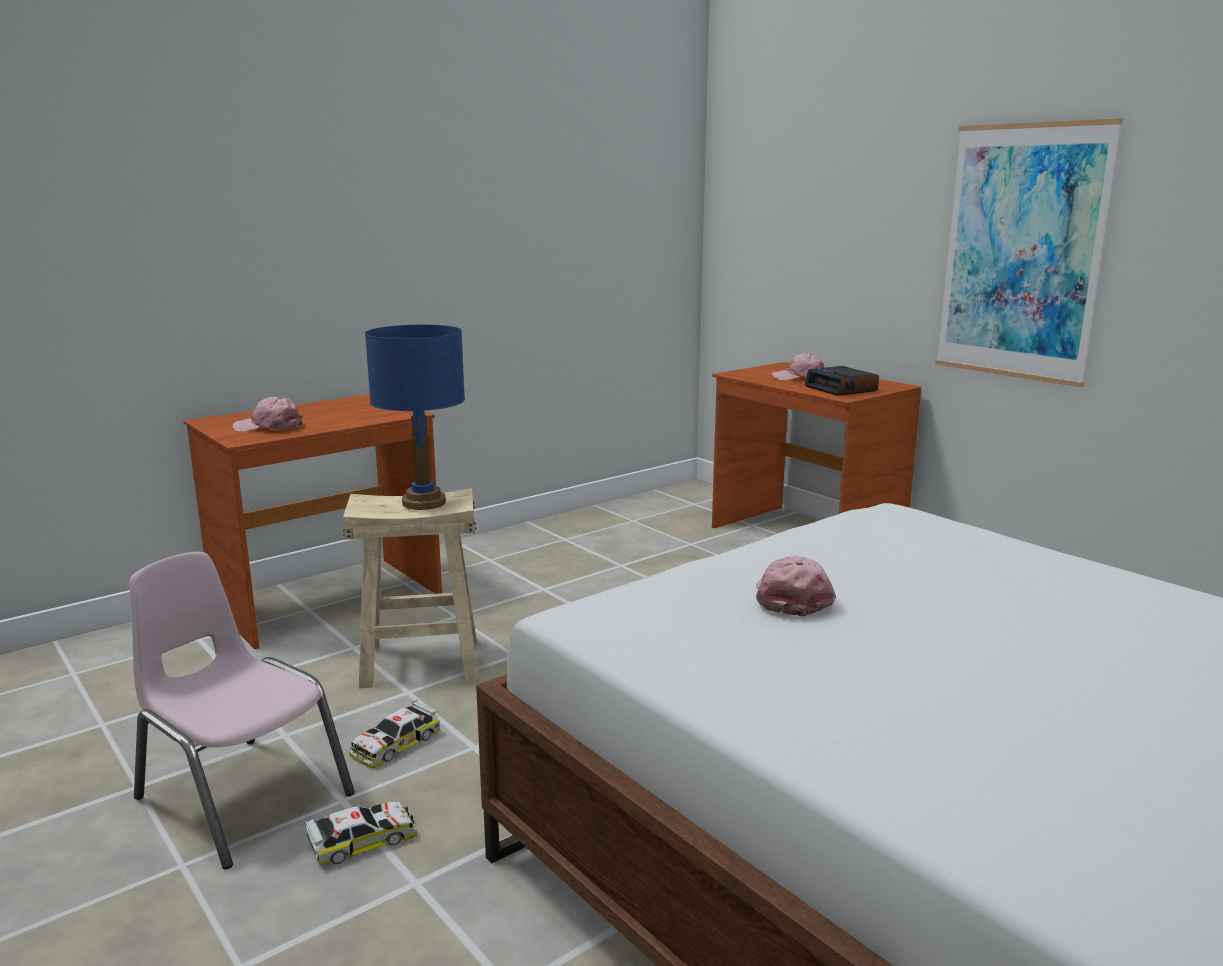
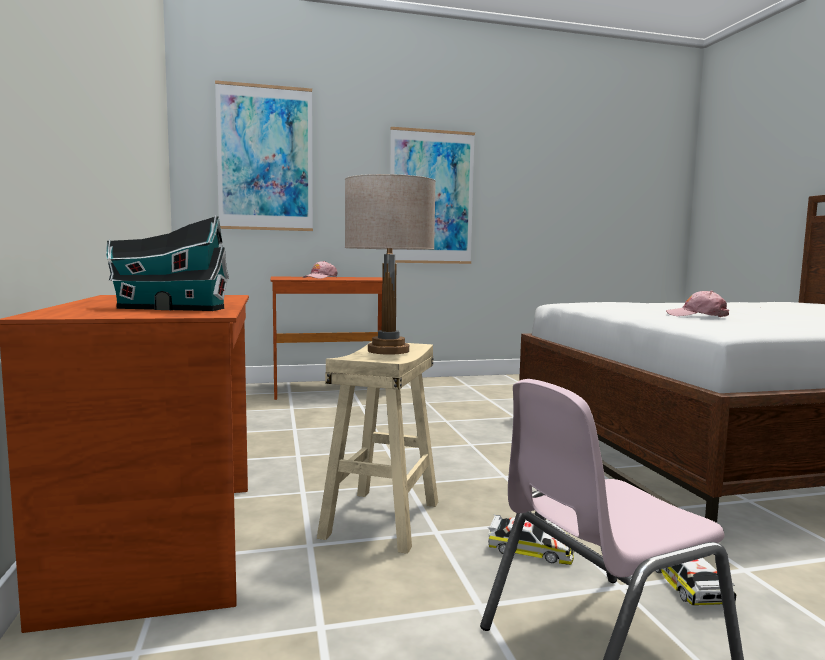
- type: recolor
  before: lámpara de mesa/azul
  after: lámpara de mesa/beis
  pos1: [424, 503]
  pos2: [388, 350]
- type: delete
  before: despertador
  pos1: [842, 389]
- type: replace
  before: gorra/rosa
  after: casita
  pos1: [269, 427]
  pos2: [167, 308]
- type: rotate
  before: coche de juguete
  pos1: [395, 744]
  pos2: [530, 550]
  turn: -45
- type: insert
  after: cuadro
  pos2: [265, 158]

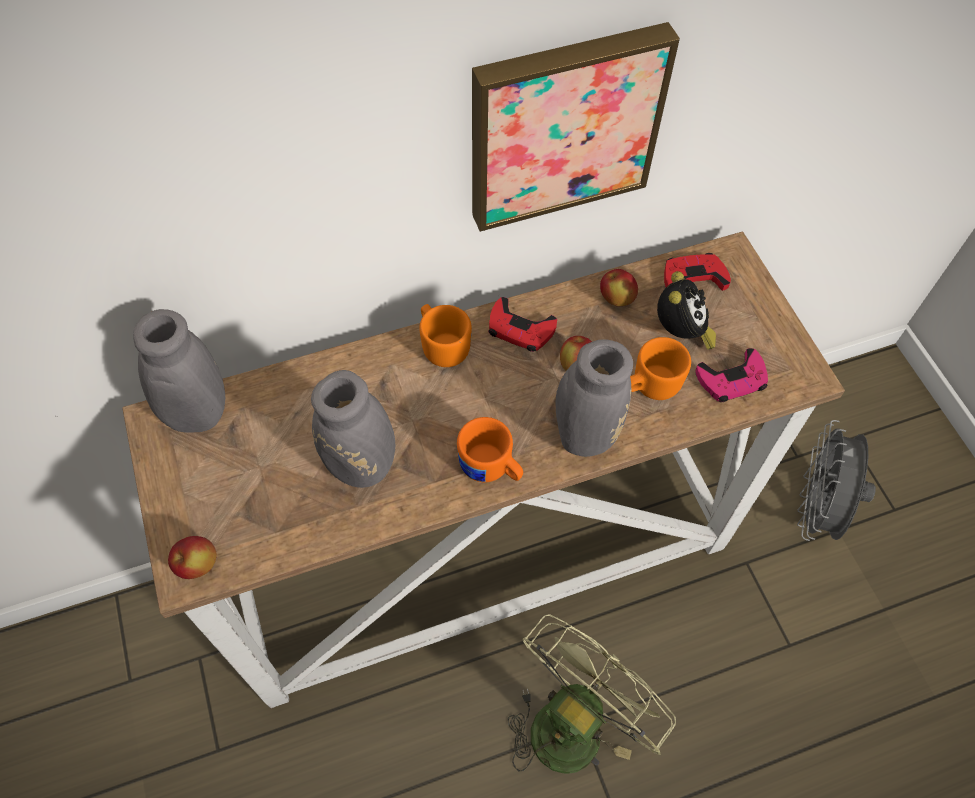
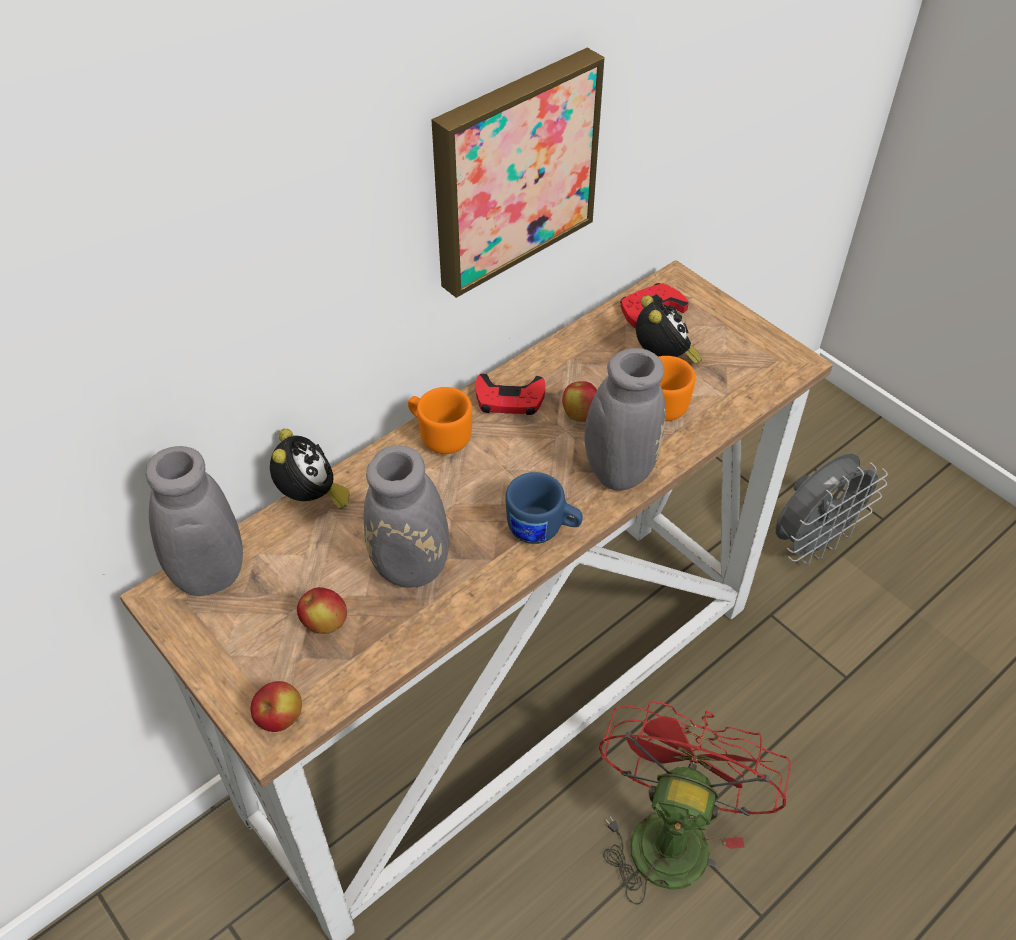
- type: move
  before: manzana
  pos1: [616, 299]
  pos2: [325, 623]
- type: delete
  before: mando de consola/rosa
  pos1: [732, 379]
- type: recolor
  before: taza grande/naranja
  after: taza grande/azul
  pos1: [490, 469]
  pos2: [543, 530]
- type: rotate
  before: ventilador/gris
  pos1: [816, 509]
  pos2: [813, 542]
  turn: -120
- type: recolor
  before: ventilador/verde
  after: ventilador/rojo
  pos1: [572, 720]
  pos2: [670, 830]
- type: insert
  after: despertador
  pos2: [311, 498]

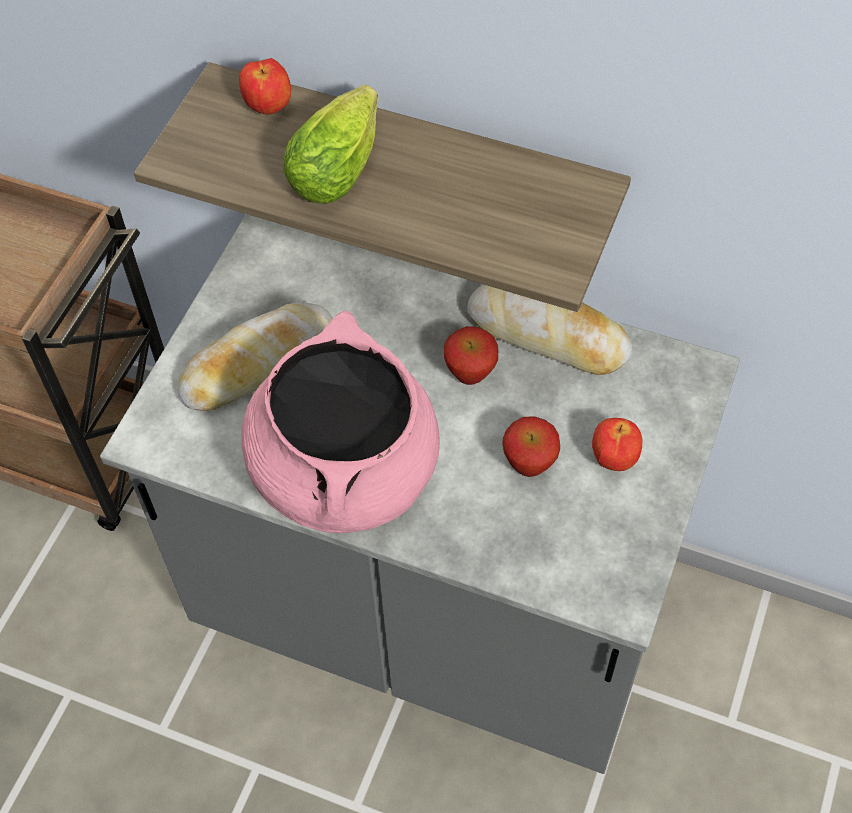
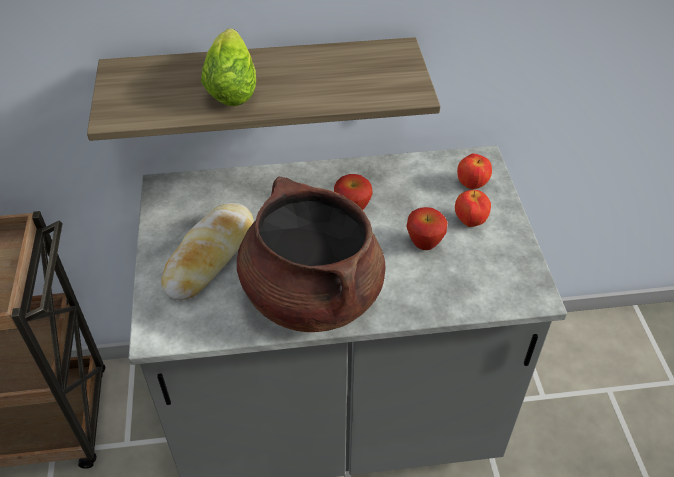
- type: move
  before: manzana
  pos1: [269, 107]
  pos2: [472, 184]
- type: delete
  before: pan
  pos1: [548, 335]
- type: recolor
  before: olla/rosa
  after: olla/marrón
  pos1: [345, 470]
  pos2: [311, 294]

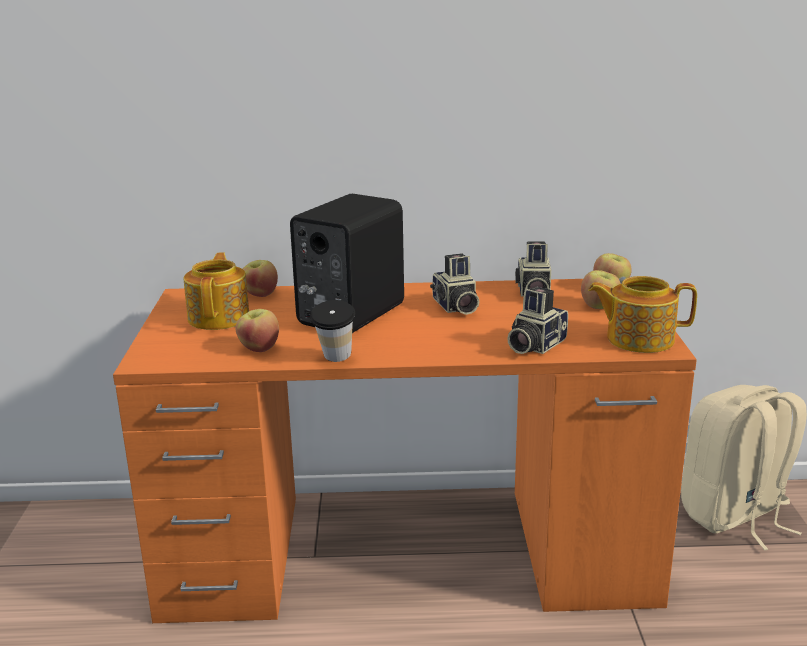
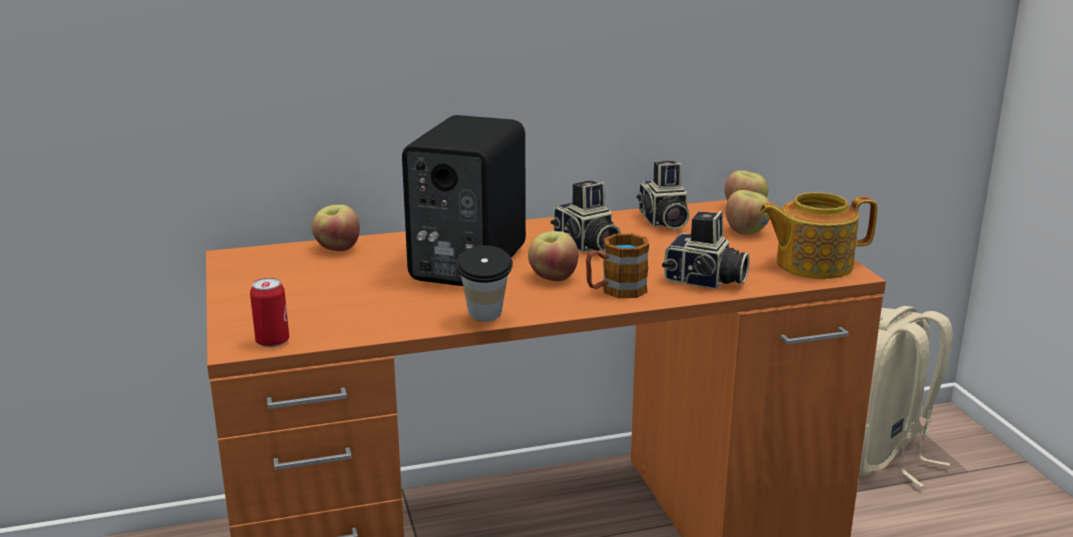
- type: delete
  before: tetera
  pos1: [220, 317]
- type: rotate
  before: cámara
  pos1: [534, 345]
  pos2: [704, 281]
  turn: -90
- type: move
  before: manzana
  pos1: [259, 348]
  pos2: [553, 277]
- type: insert
  after: taza grande
  pos2: [615, 291]
- type: insert
  after: lata
  pos2: [272, 341]

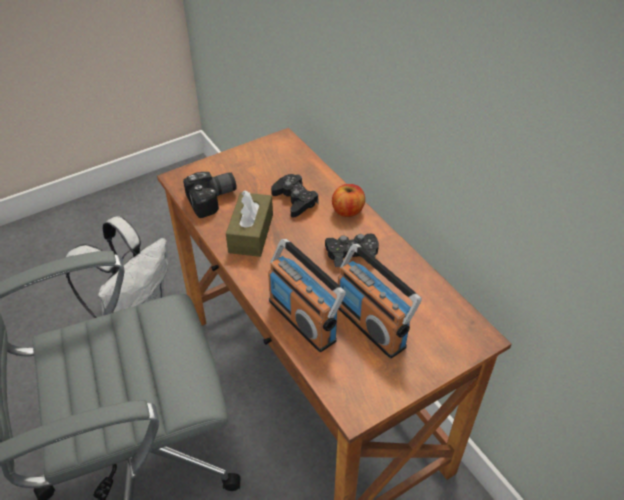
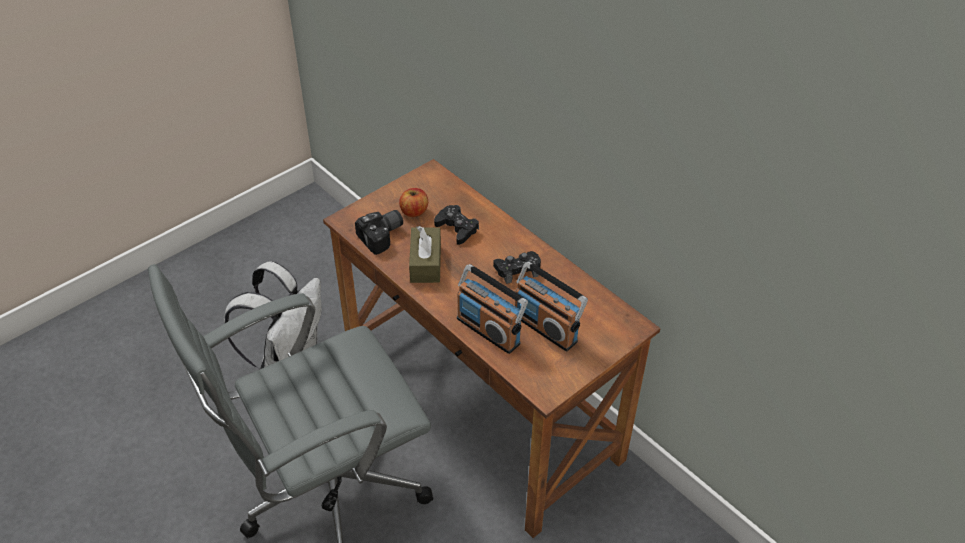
- type: move
  before: manzana
  pos1: [347, 211]
  pos2: [414, 211]

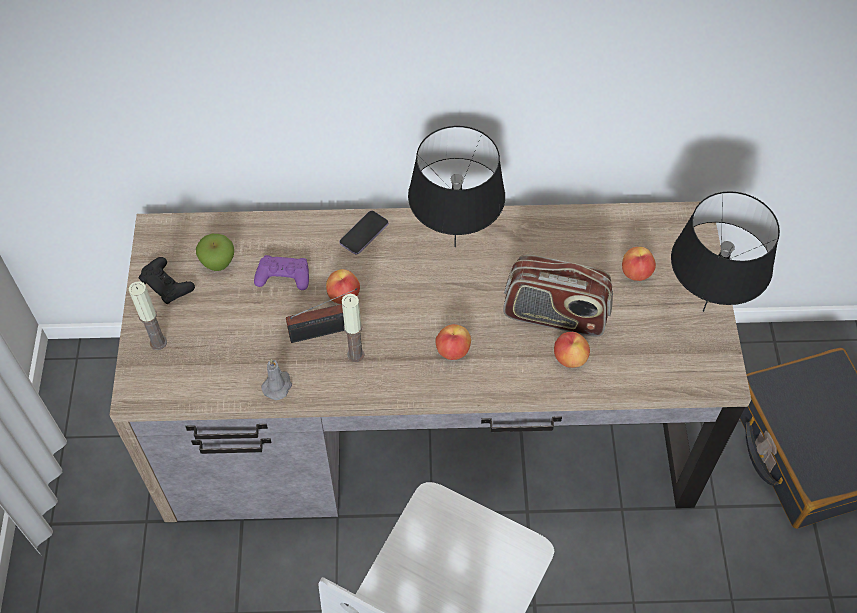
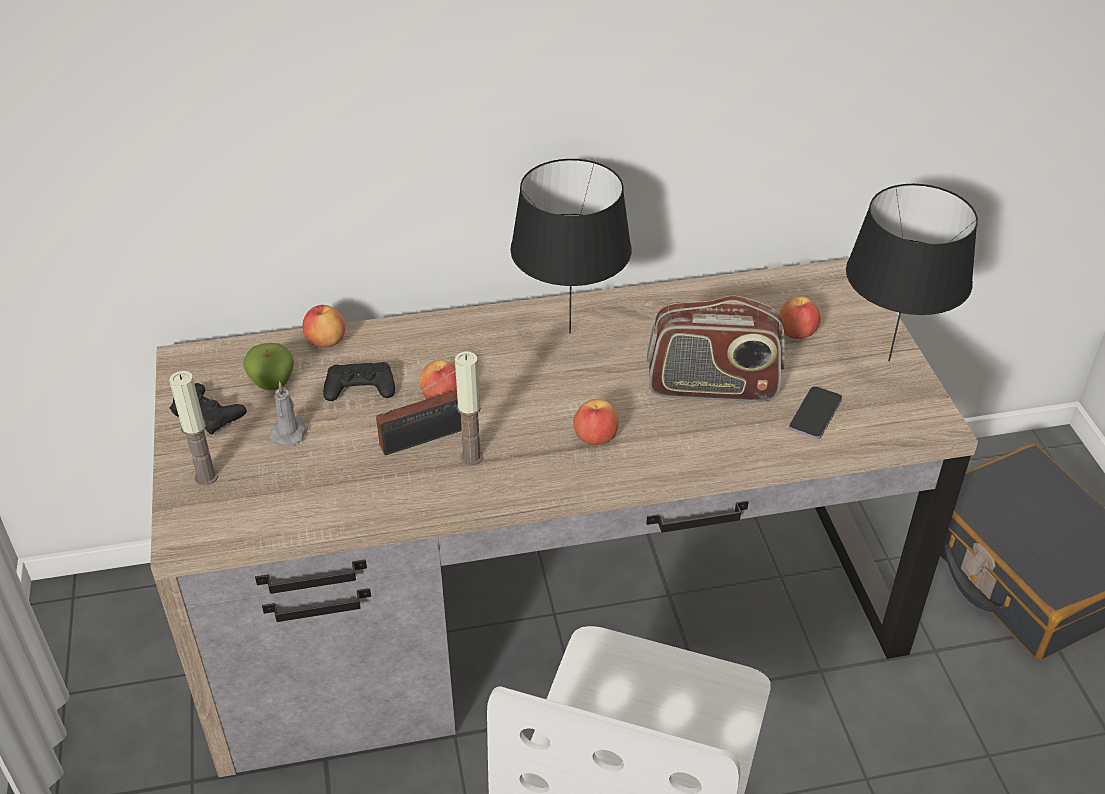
- type: move
  before: móvil
  pos1: [364, 233]
  pos2: [815, 414]
- type: recolor
  before: mando de consola/morado
  after: mando de consola/negro
  pos1: [283, 276]
  pos2: [360, 387]
- type: move
  before: manzana
  pos1: [569, 358]
  pos2: [326, 341]
- type: move
  before: vela/gris
  pos1: [278, 385]
  pos2: [290, 432]

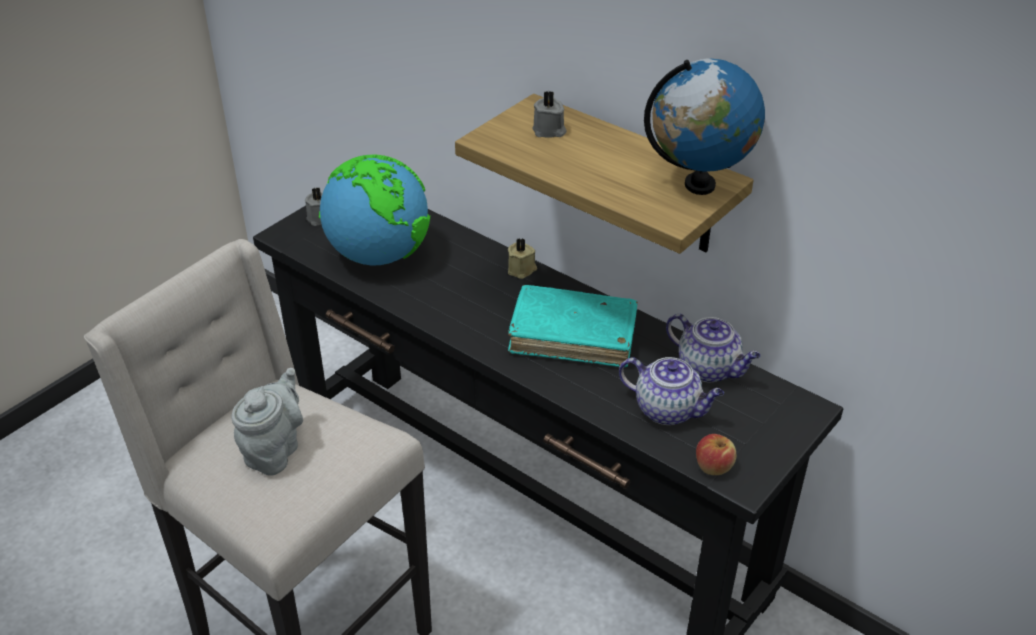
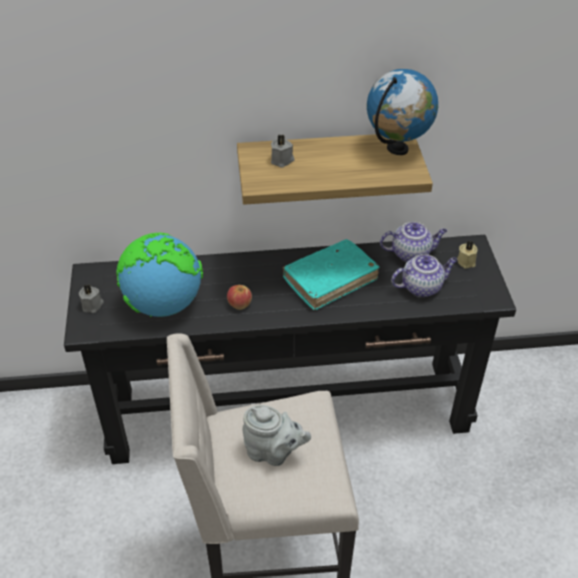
- type: move
  before: vela/beis
  pos1: [522, 270]
  pos2: [467, 261]
- type: rotate
  before: tetera/gris
  pos1: [274, 451]
  pos2: [273, 452]
  turn: 135
- type: move
  before: manzana
  pos1: [713, 466]
  pos2: [239, 304]

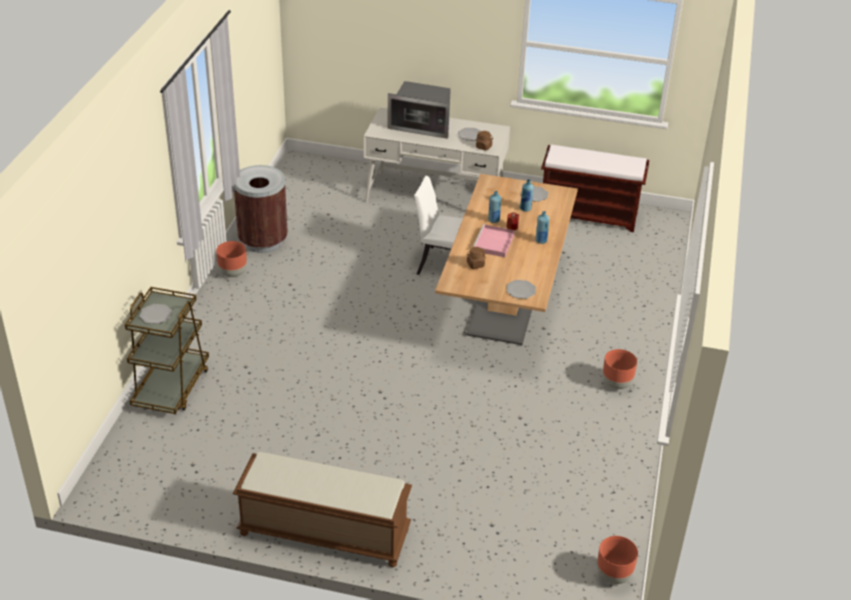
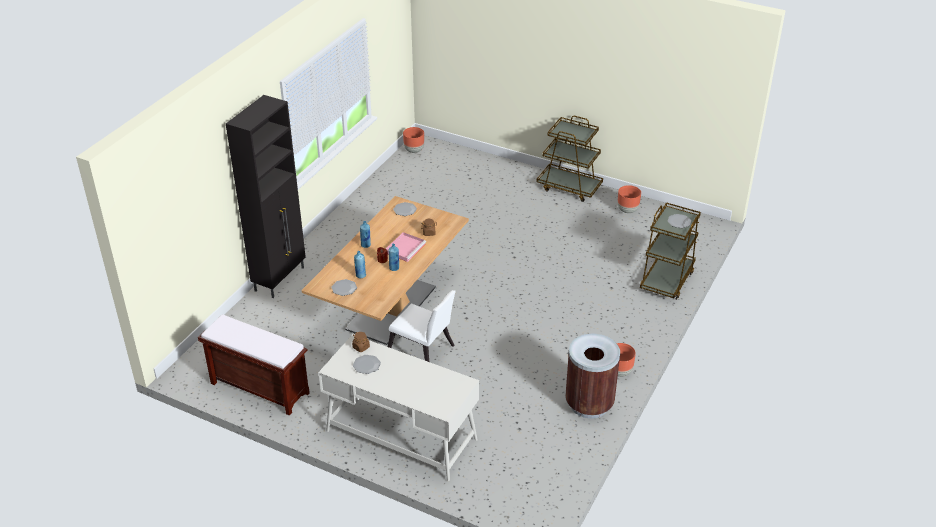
- type: delete
  before: microondas
  pos1: [422, 125]
- type: move
  before: maceta/marrón
  pos1: [616, 383]
  pos2: [627, 210]
- type: replace
  before: banco/marrón
  after: carrito/marrón
  pos1: [323, 532]
  pos2: [569, 187]
- type: insert
  after: armario/negro
  pos2: [280, 279]

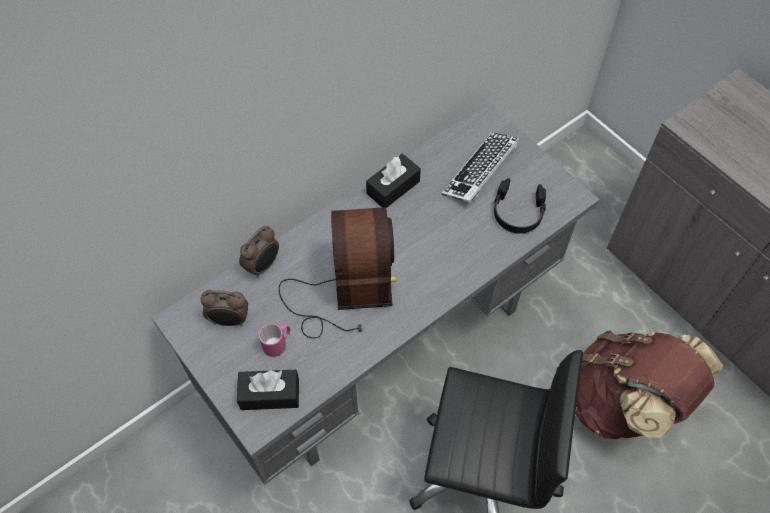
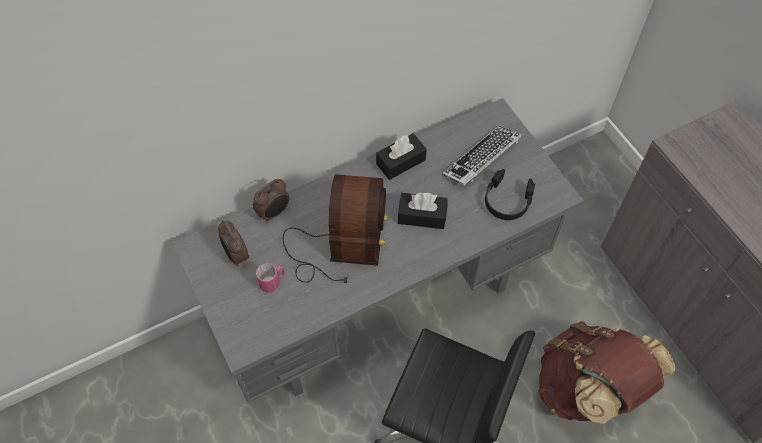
- type: rotate
  before: despertador
  pos1: [229, 320]
  pos2: [236, 255]
  turn: 45
- type: move
  before: caja de pañuelos/negro
  pos1: [270, 394]
  pos2: [422, 216]

